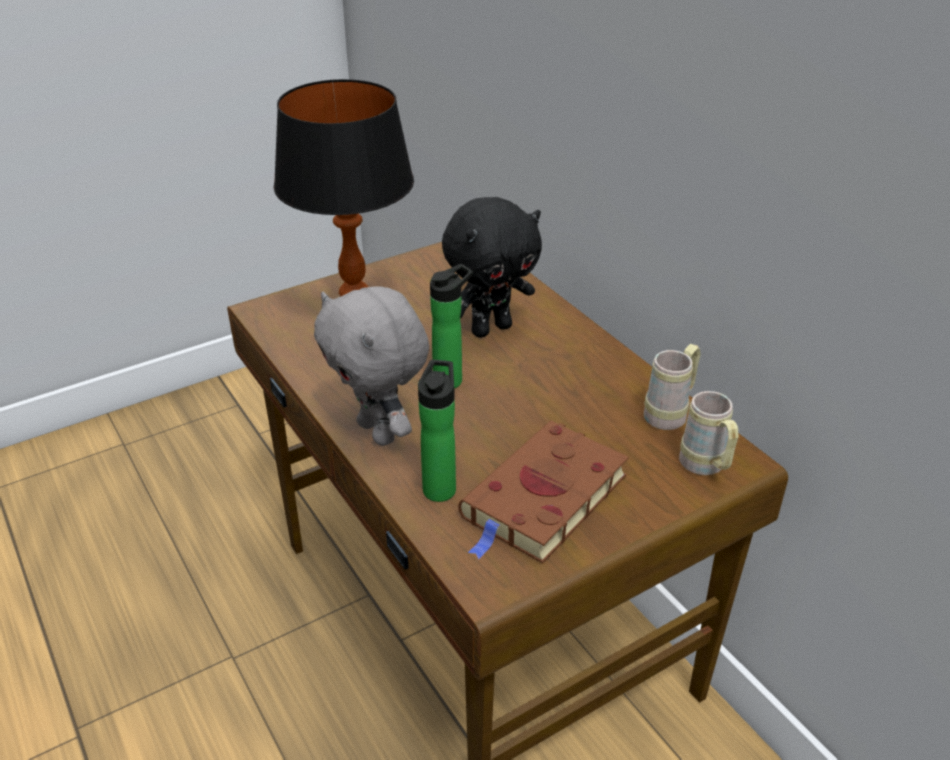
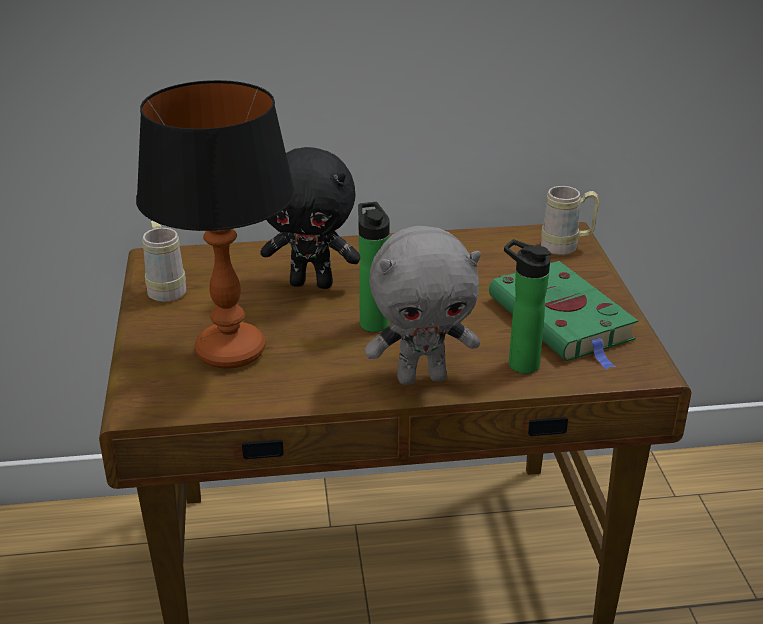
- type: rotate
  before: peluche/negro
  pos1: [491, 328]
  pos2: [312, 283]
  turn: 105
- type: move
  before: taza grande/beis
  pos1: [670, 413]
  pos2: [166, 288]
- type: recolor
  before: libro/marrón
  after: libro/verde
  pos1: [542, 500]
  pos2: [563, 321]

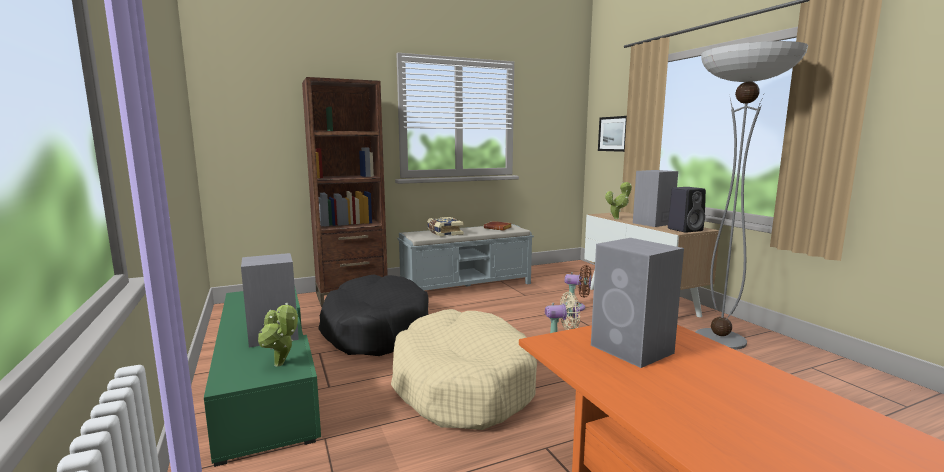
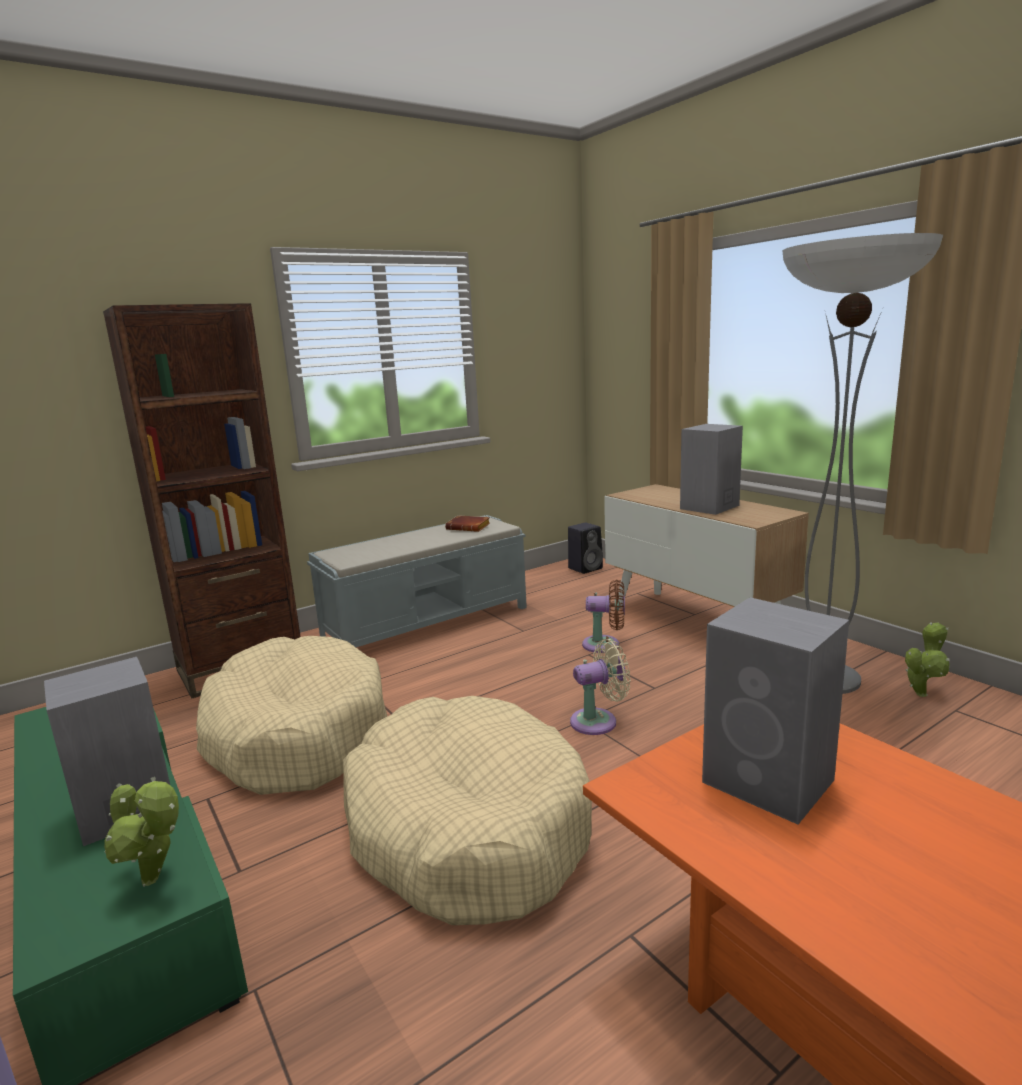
- type: delete
  before: cuadro
  pos1: [614, 134]
- type: move
  before: planta en maceta
  pos1: [617, 218]
  pos2: [922, 693]
- type: move
  before: altavoz/negro
  pos1: [685, 229]
  pos2: [586, 568]
- type: delete
  before: libro
  pos1: [444, 233]
- type: recolor
  before: cama para perro/negro
  after: cama para perro/beis
  pos1: [375, 330]
  pos2: [297, 734]

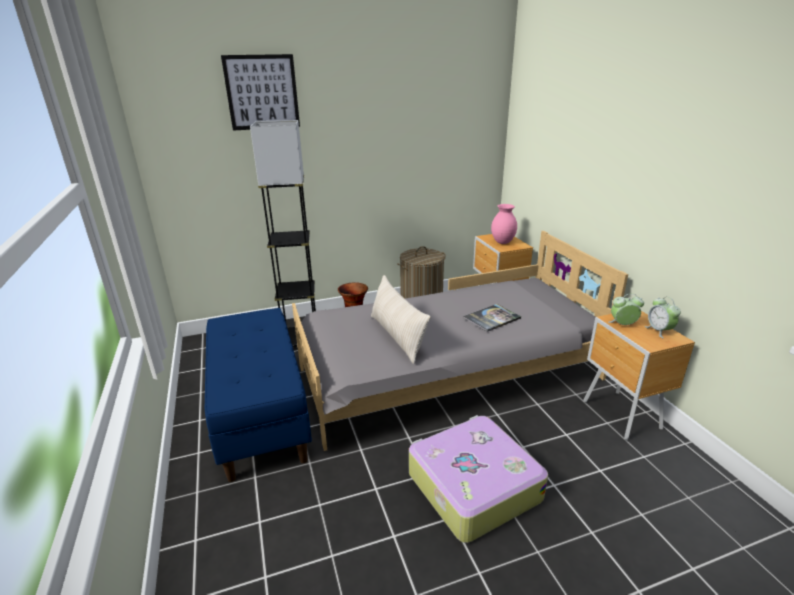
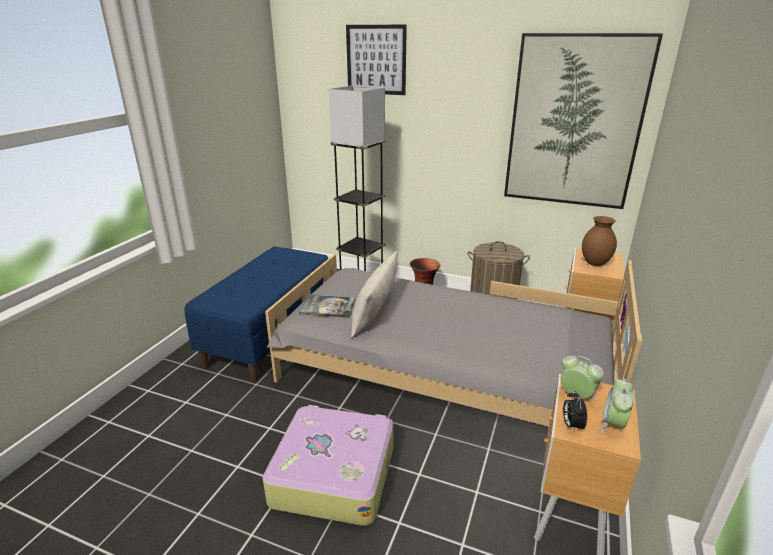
- type: recolor
  before: florero/rosa
  after: florero/marrón
  pos1: [502, 242]
  pos2: [594, 263]
- type: move
  before: libro
  pos1: [492, 318]
  pos2: [327, 307]
- type: insert
  after: cuadro
  pos2: [574, 123]
- type: insert
  after: despertador
  pos2: [571, 425]

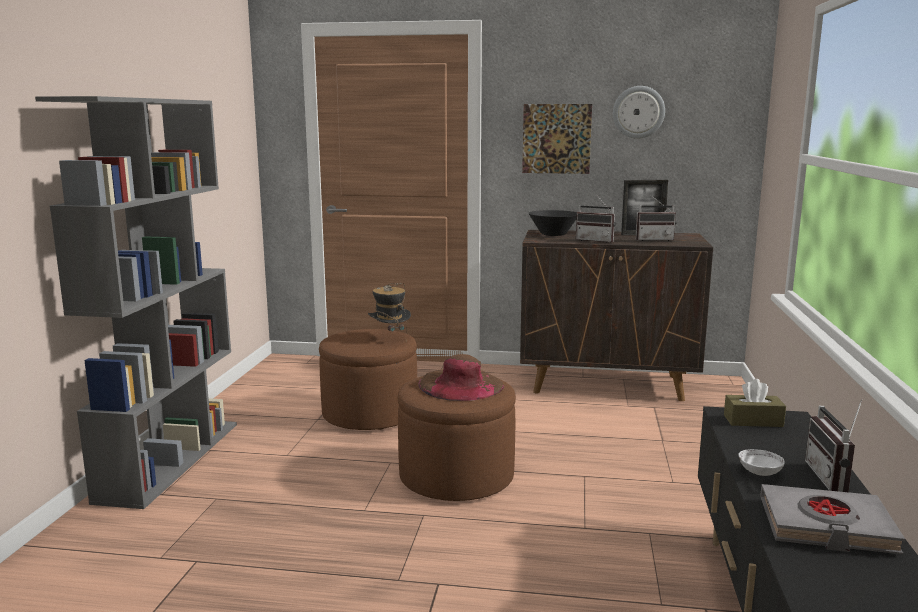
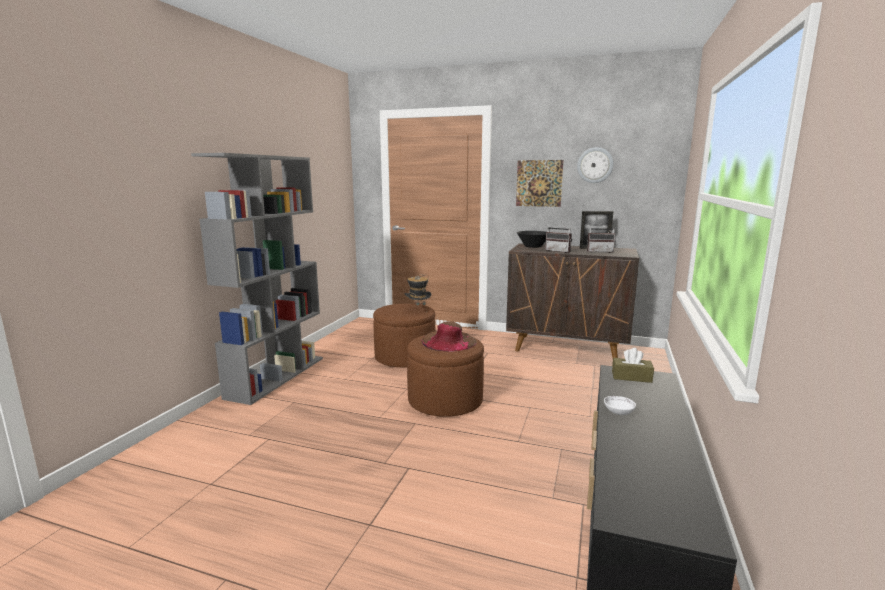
- type: delete
  before: radio
  pos1: [835, 479]
- type: delete
  before: libro/gris
  pos1: [826, 527]

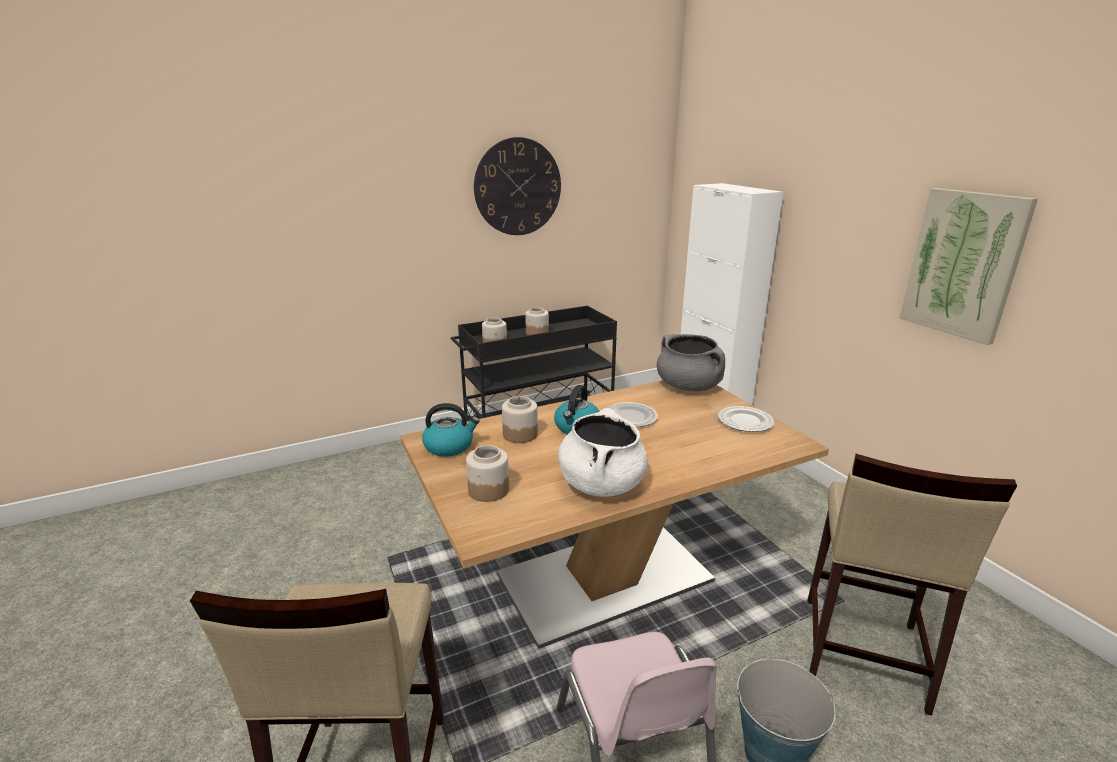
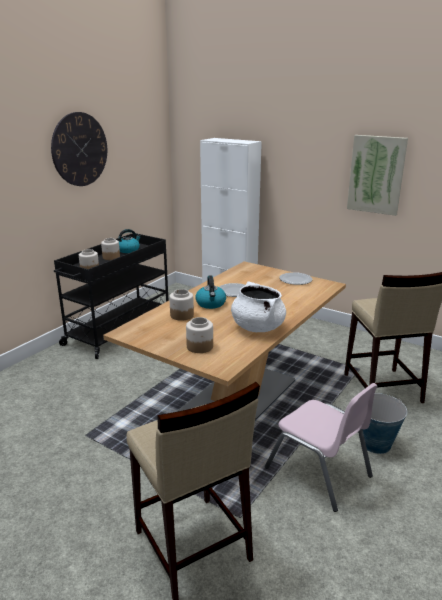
- type: delete
  before: olla/gris
  pos1: [689, 386]
- type: move
  before: hervidor
  pos1: [449, 446]
  pos2: [128, 250]

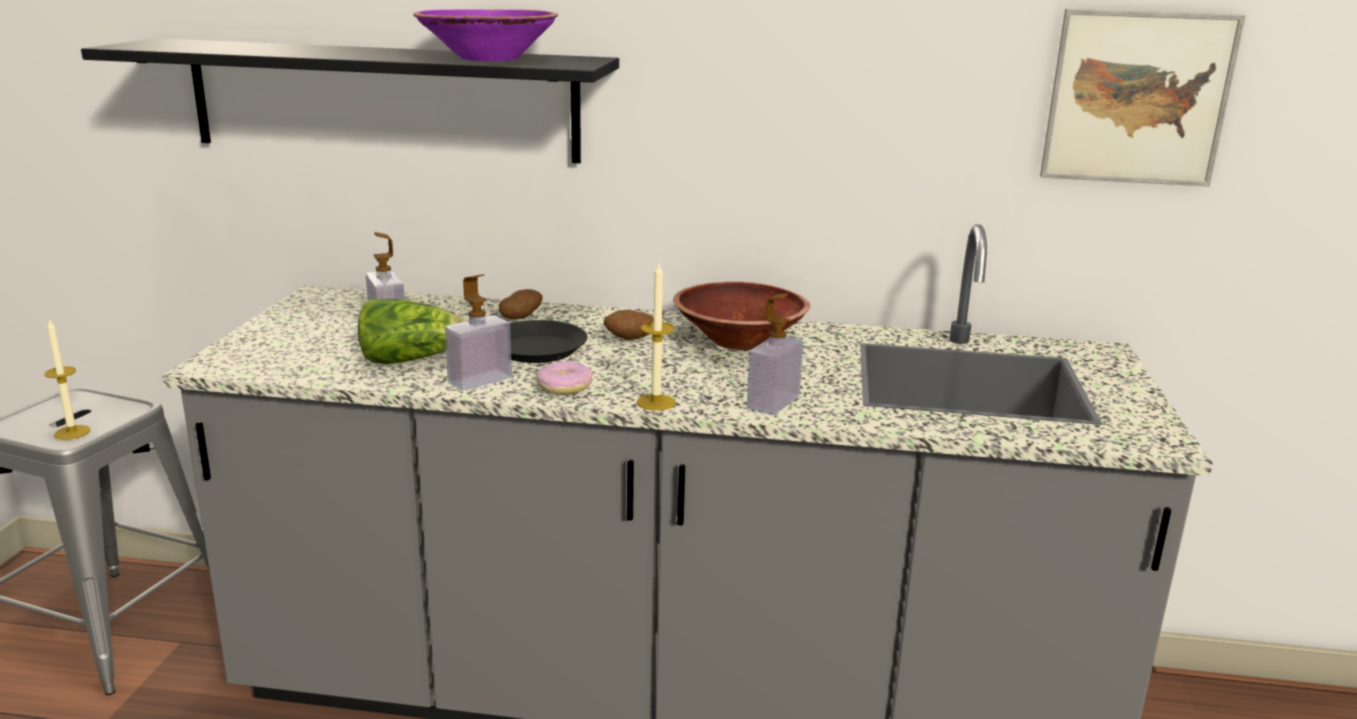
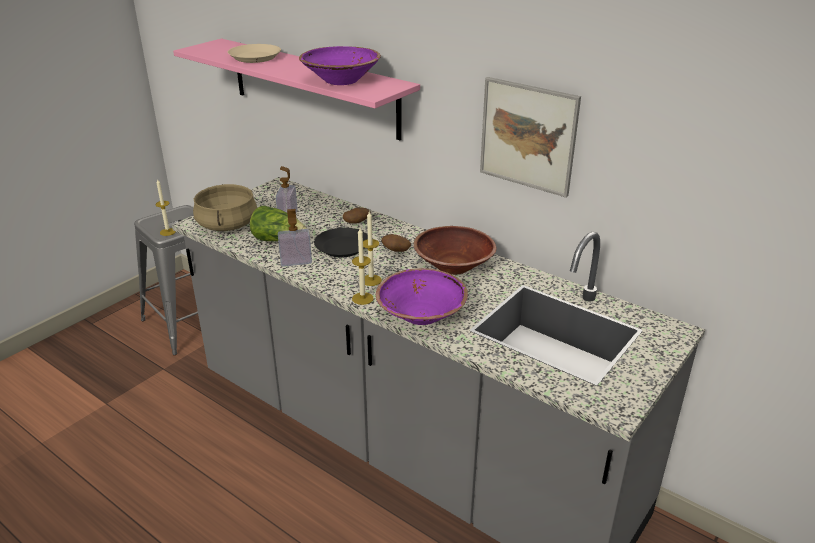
- type: move
  before: cuadro
  pos1: [1137, 98]
  pos2: [528, 136]
- type: recolor
  before: estante/negro
  after: estante/rosa
  pos1: [384, 100]
  pos2: [313, 87]
- type: replace
  before: dispensador de jabón
  after: cuenco/morado
  pos1: [773, 402]
  pos2: [422, 315]
- type: delete
  before: rosquilla
  pos1: [564, 386]
- type: insert
  after: plato/beis
  pos2: [254, 57]
- type: insert
  after: olla/beis
  pos2: [227, 225]
- type: insert
  after: vela
  pos2: [371, 280]

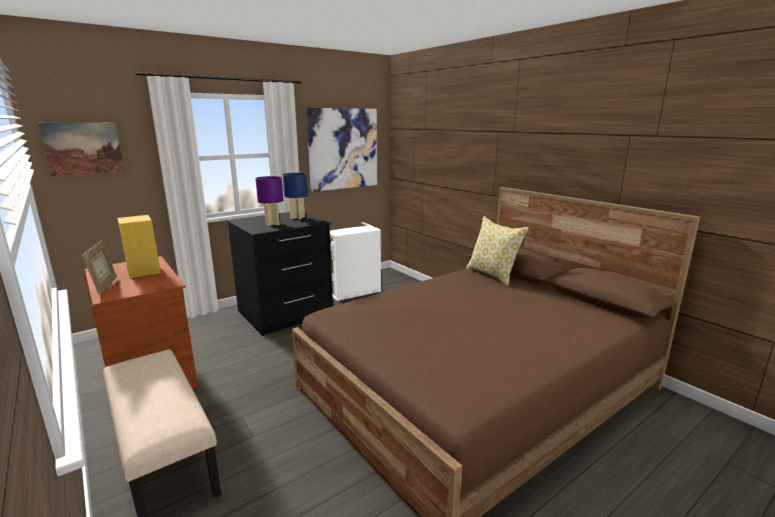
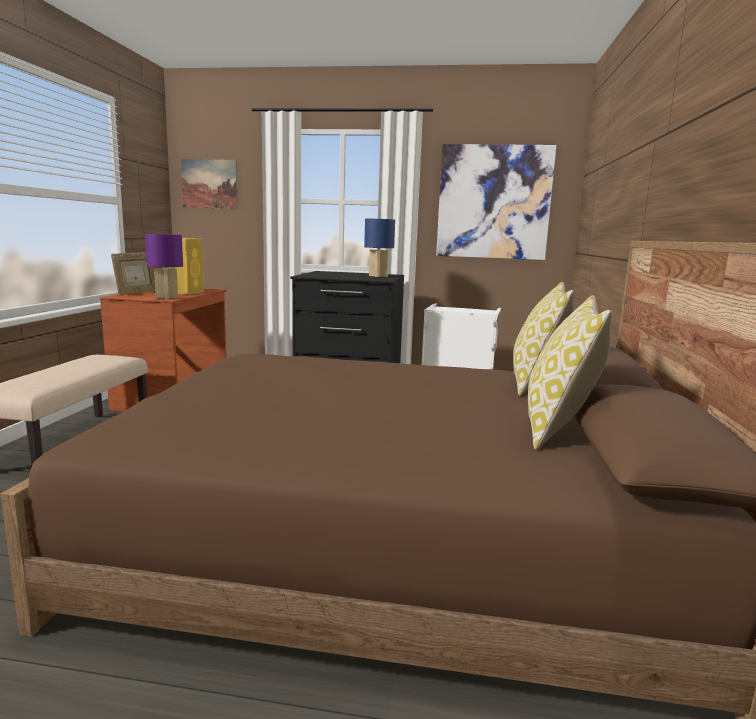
- type: move
  before: lámpara de mesa/morado
  pos1: [272, 224]
  pos2: [166, 298]
- type: insert
  after: cojín
  pos2: [558, 428]

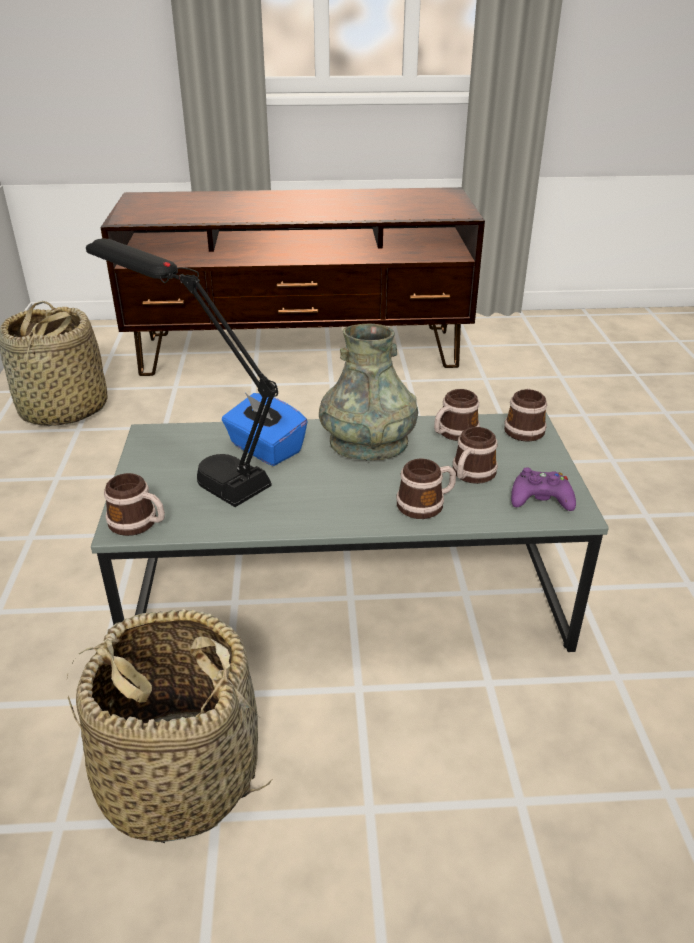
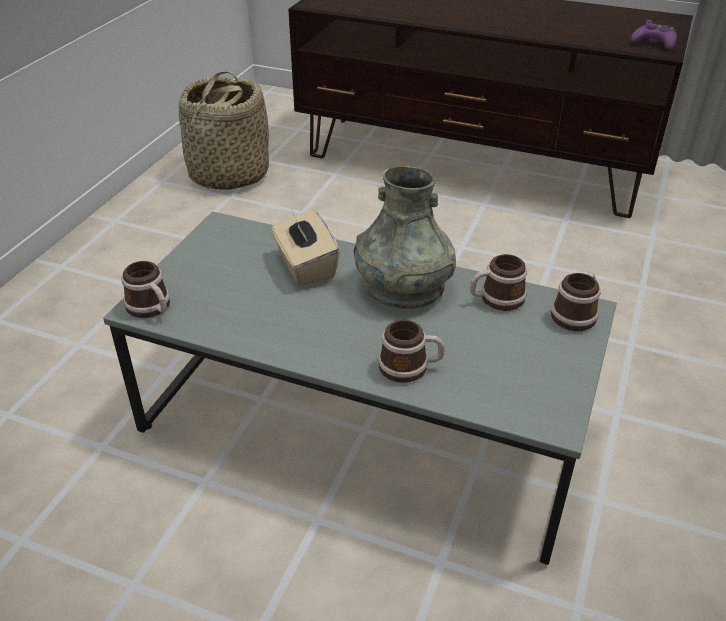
- type: delete
  before: lámpara de mesa/negro
  pos1: [198, 464]
- type: recolor
  before: caja de pañuelos/azul
  after: caja de pañuelos/beis
  pos1: [265, 449]
  pos2: [305, 266]
- type: delete
  before: taza grande
  pos1: [470, 475]
- type: move
  before: mando de consola/morado
  pos1: [540, 499]
  pos2: [654, 43]
- type: delete
  before: cesta
  pos1: [178, 775]

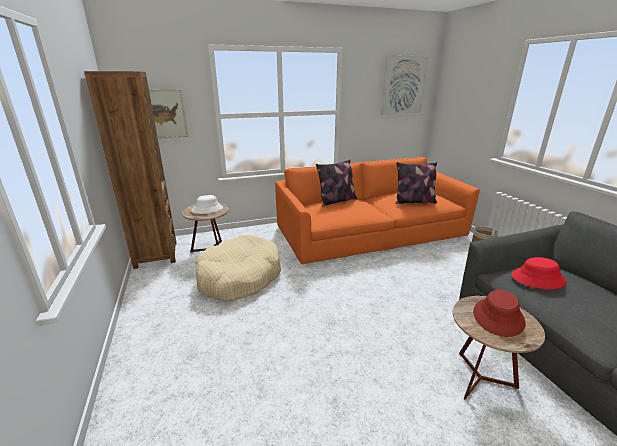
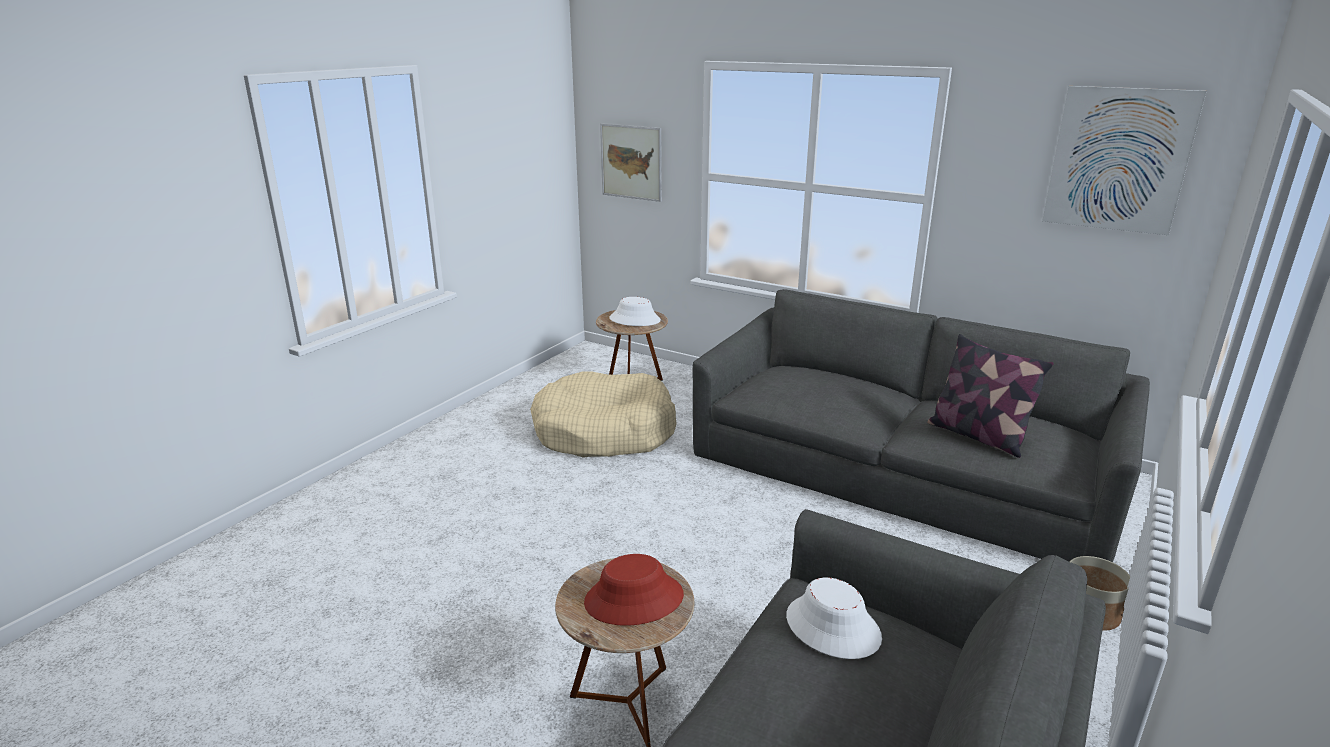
- type: delete
  before: estantería/marrón
  pos1: [156, 254]
- type: recolor
  before: sofá/naranja
  after: sofá/gris
  pos1: [370, 232]
  pos2: [901, 469]
- type: delete
  before: cojín
  pos1: [336, 201]
- type: recolor
  before: sombrero/rojo
  after: sombrero/blanco
  pos1: [538, 279]
  pos2: [832, 627]

